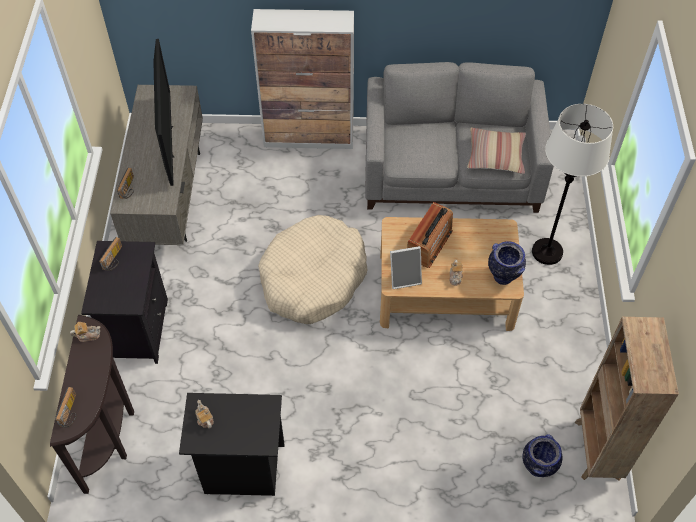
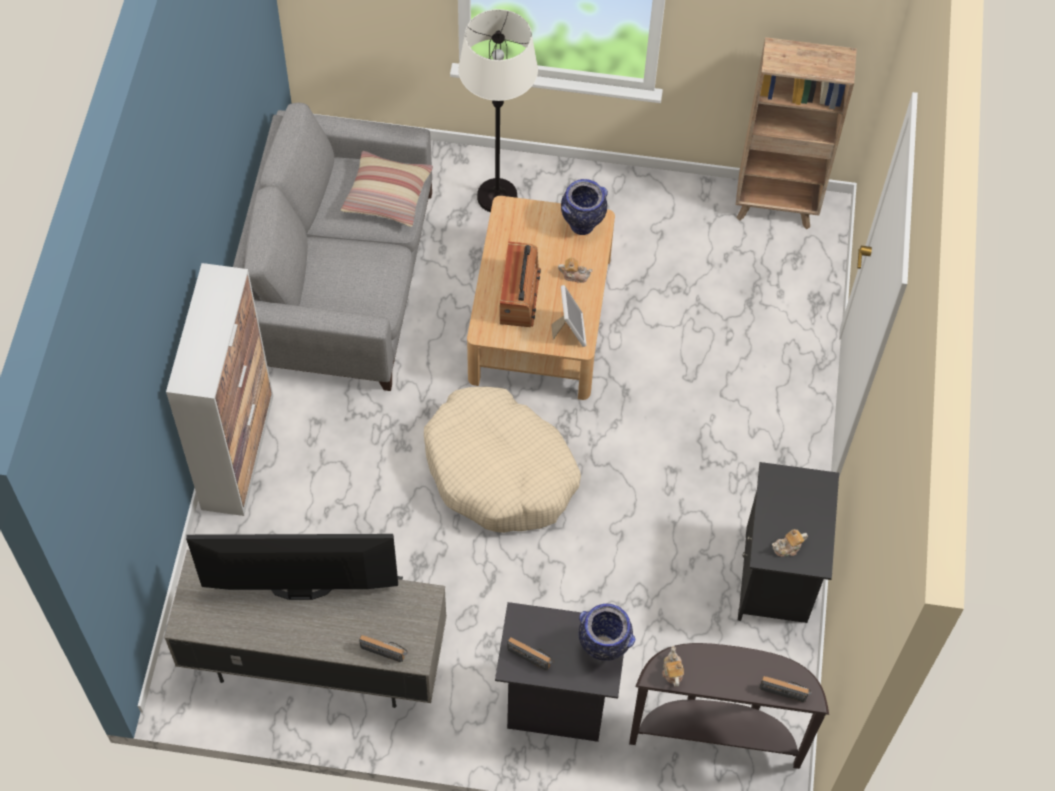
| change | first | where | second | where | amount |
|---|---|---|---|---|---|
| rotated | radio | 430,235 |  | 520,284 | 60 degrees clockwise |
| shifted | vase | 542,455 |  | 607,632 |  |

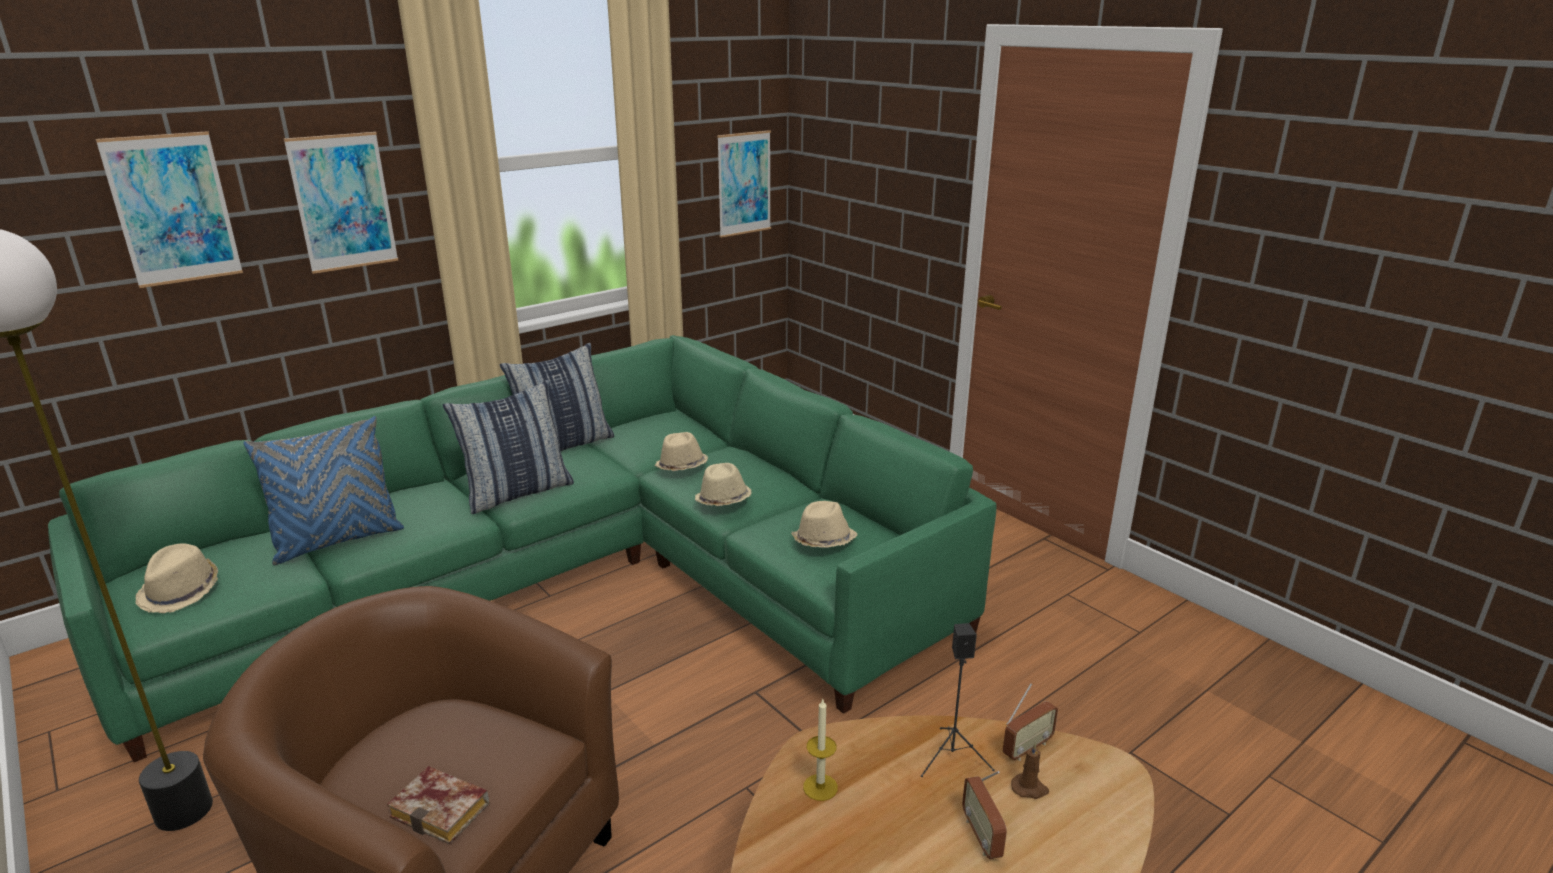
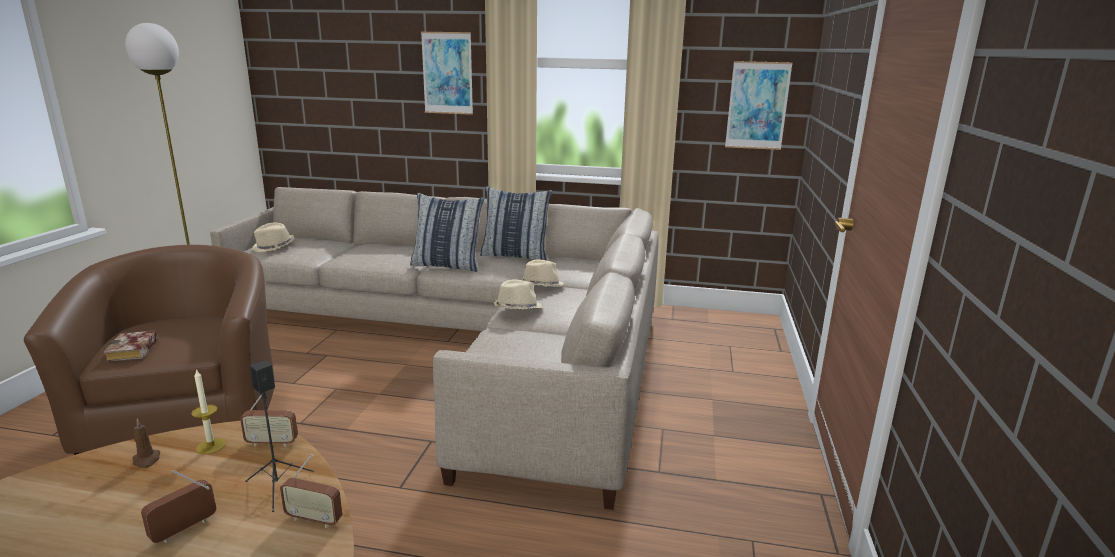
| change | first | where | second | where | amount |
|---|---|---|---|---|---|
| shifted | candle in brown | 1030,770 |  | 146,443 |  |
| repainted | sofa in green | 522,548 | sofa in beige | 434,348 |  |
| new |  |  | radio | 269,421 |  |
| gone | picture | 169,209 |  |  |  |
| gone | pillow in blue | 323,490 |  |  |  |
| gone | hat in beige | 824,524 |  |  |  |

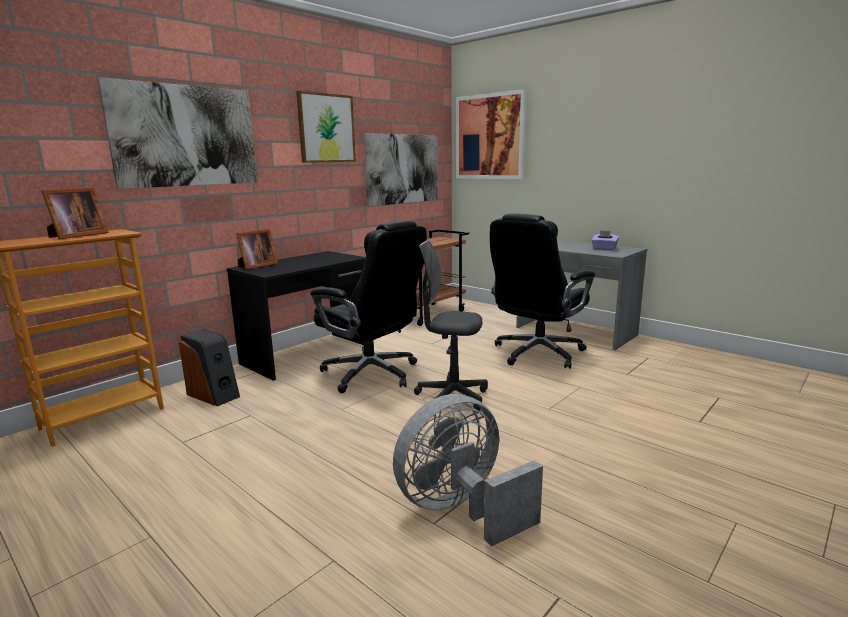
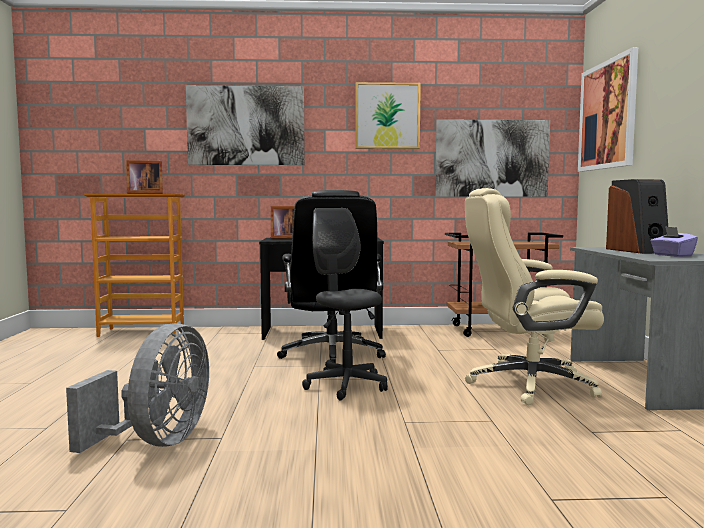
| change | first | where | second | where | amount |
|---|---|---|---|---|---|
| rotated | fan in grey | 468,470 |  | 137,388 | 90 degrees clockwise |
| repainted | office chair in black | 542,291 | office chair in beige | 534,296 |  |
| shifted | speaker | 209,368 |  | 637,216 |  |

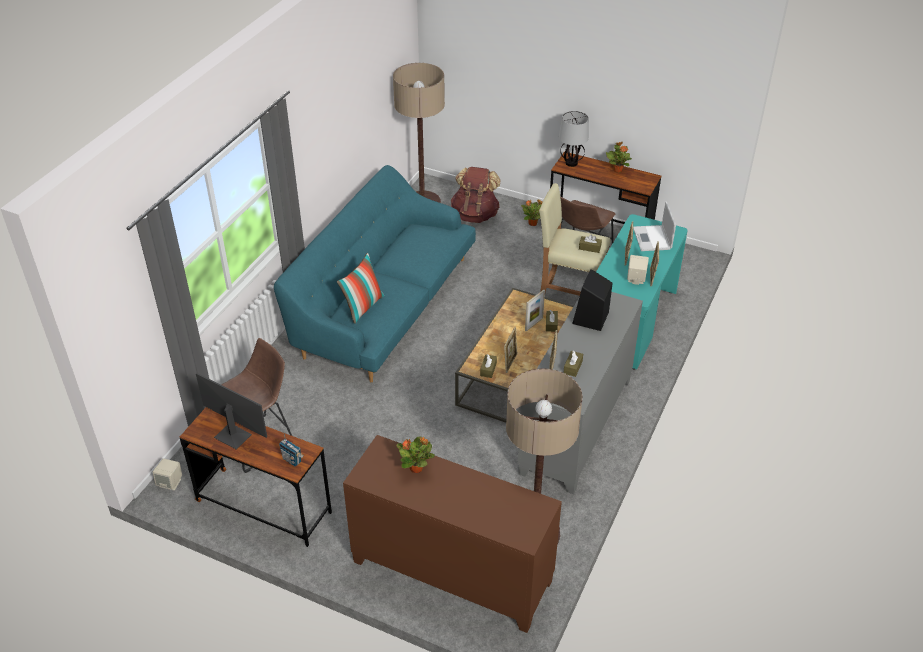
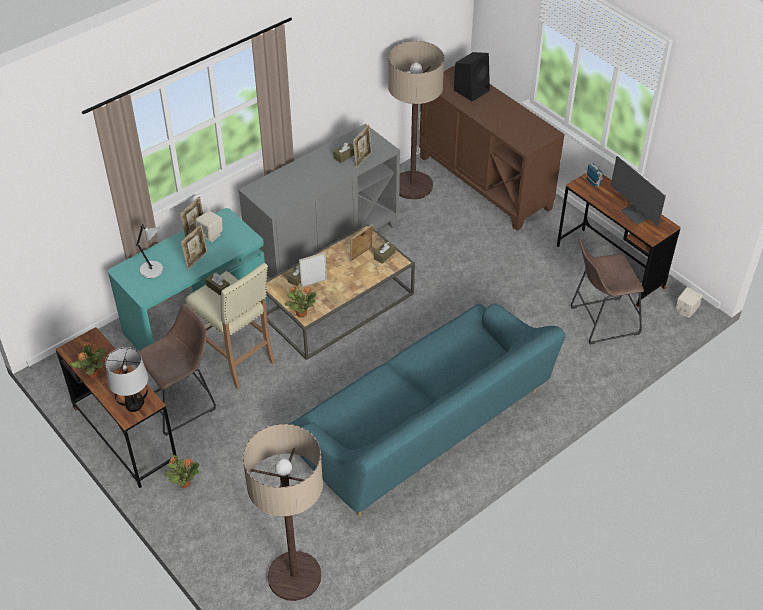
| change | first | where | second | where | amount |
|---|---|---|---|---|---|
| swapped | laptop | 654,226 | table lamp in grey | 149,251 |  |
| shifted | potted plant | 415,454 |  | 300,301 |  |
| shifted | speaker in black | 592,300 |  | 472,77 |  |
| gone | pillow | 360,288 |  |  |  |
| gone | backpack in brown | 475,195 |  |  |  |

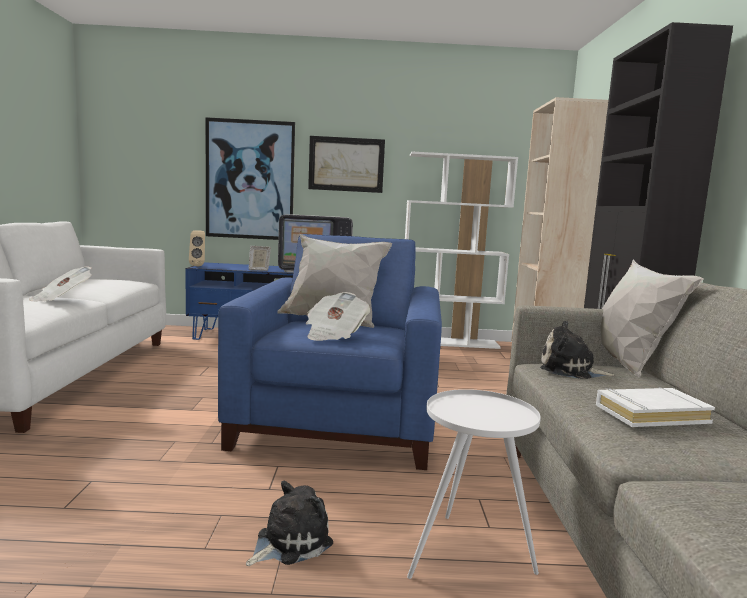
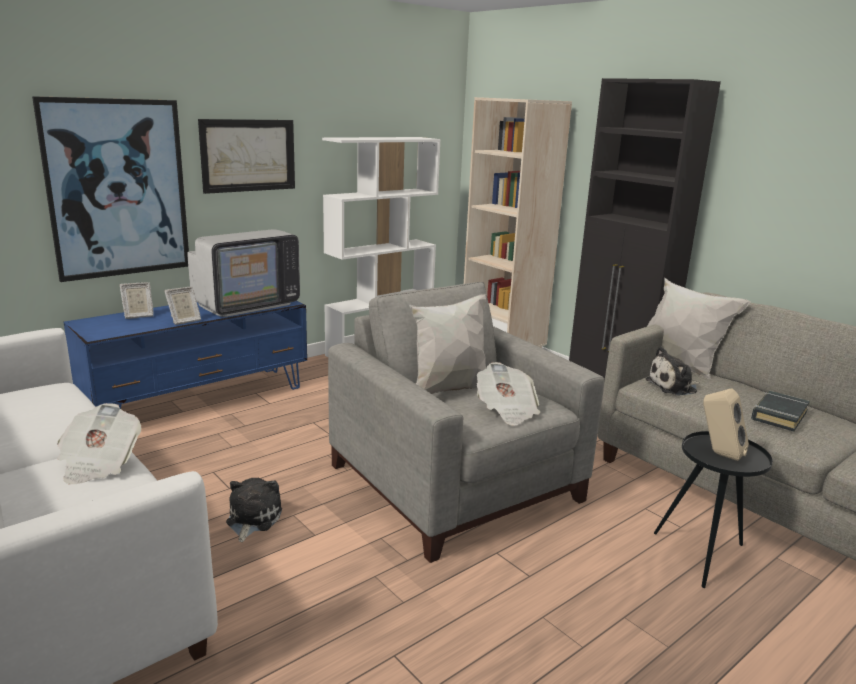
| change | first | where | second | where | amount |
|---|---|---|---|---|---|
| new |  |  | picture frame | 136,300 |  |
| shifted | plush toy | 289,523 |  | 254,510 |  |
| repainted | armchair in blue | 330,352 | armchair in grey | 466,422 |  |
| repainted | side table in white | 474,484 | side table in black | 713,509 |  |
| shifted | speaker in beige | 197,248 |  | 726,424 |  |
| repainted | book in white | 655,407 | book in black | 780,411 |  |

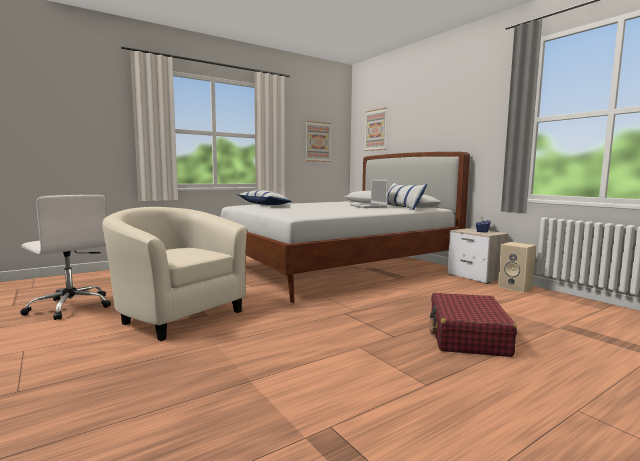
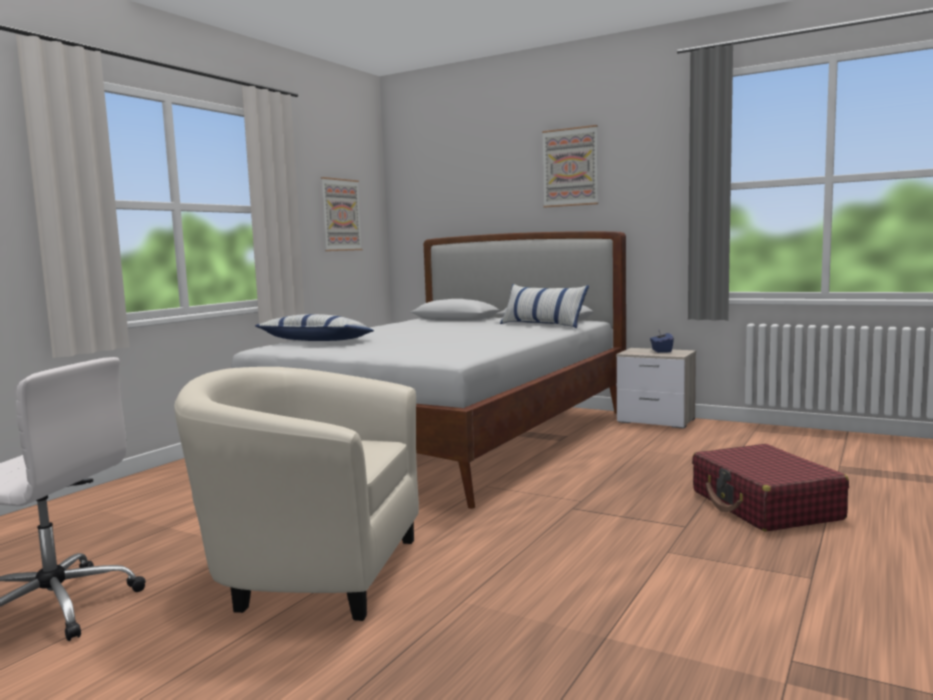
| change | first | where | second | where | amount |
|---|---|---|---|---|---|
| shifted | picture | 375,129 |  | 570,166 |  |
| gone | laptop | 369,193 |  |  |  |
| gone | speaker in beige | 517,267 |  |  |  |

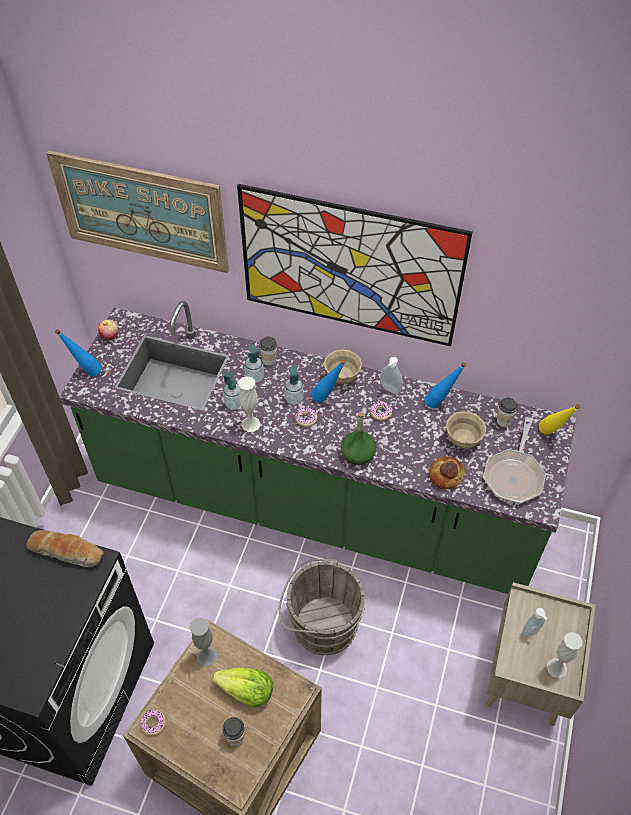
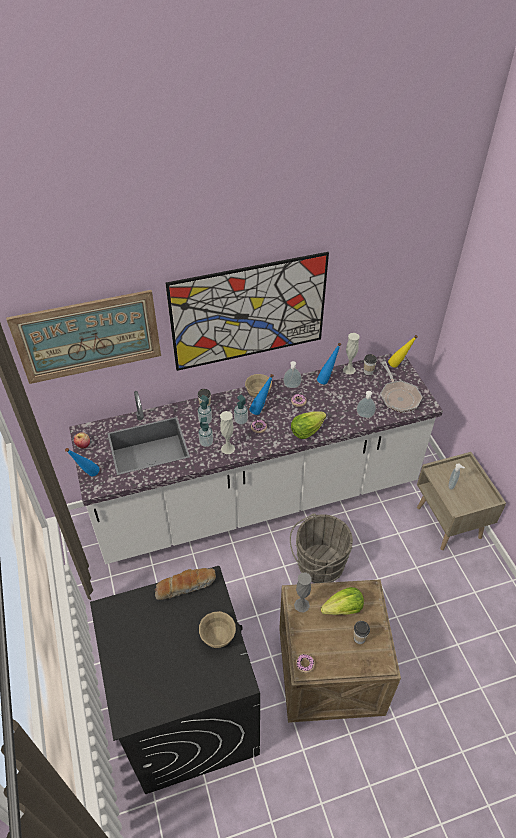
| change | first | where | second | where | amount |
|---|---|---|---|---|---|
| repainted | counter in green | 317,447 | counter in white | 256,458 |  |
| shifted | bowl in beige | 466,430 |  | 217,629 |  |
| swapped | bottle in green | 359,438 | lettuce | 308,425 |  |
| shifted | vase in white | 565,655 |  | 351,354 |  |
| swapped | bread | 447,472 | soap dispenser | 366,404 |  |

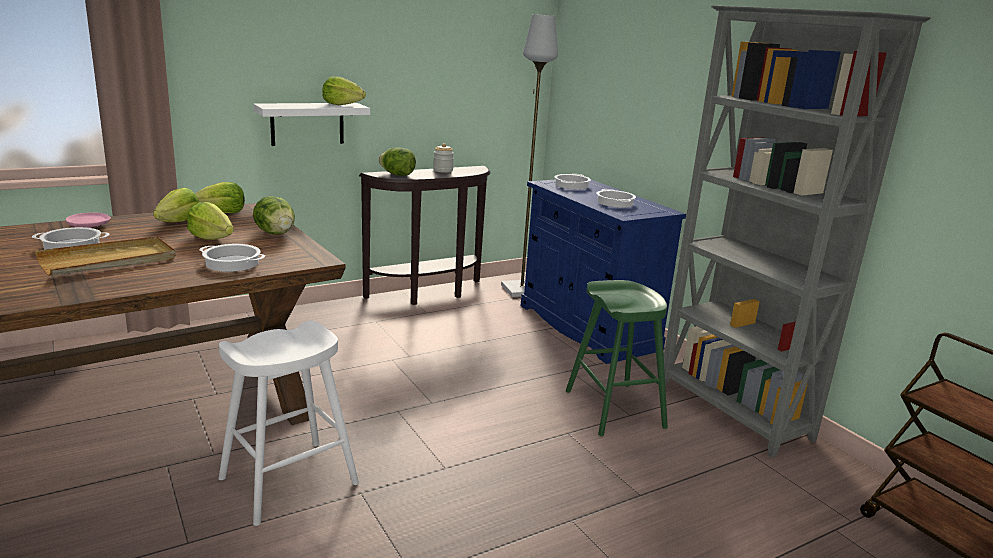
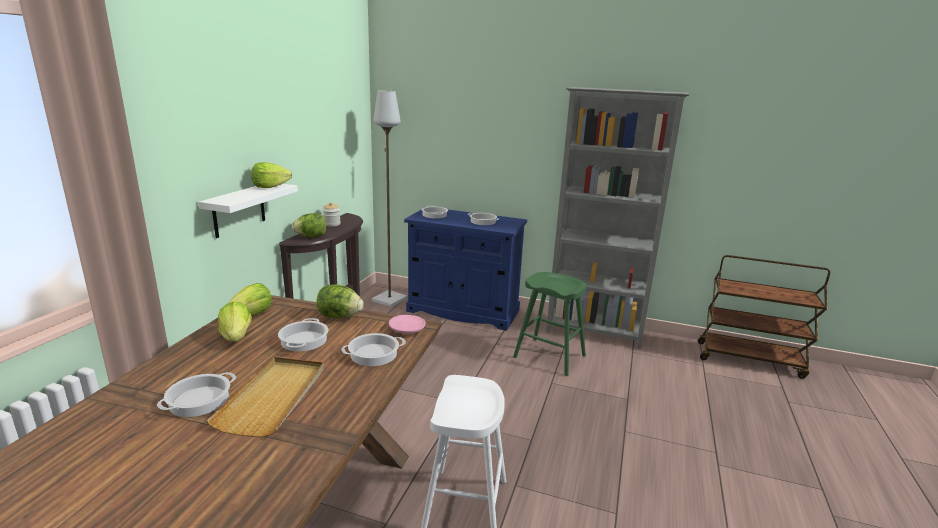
| change | first | where | second | where | amount |
|---|---|---|---|---|---|
| swapped | lettuce | 210,221 | cooking pot | 303,334 |  |
| shifted | plate in pink | 88,220 |  | 407,324 |  |

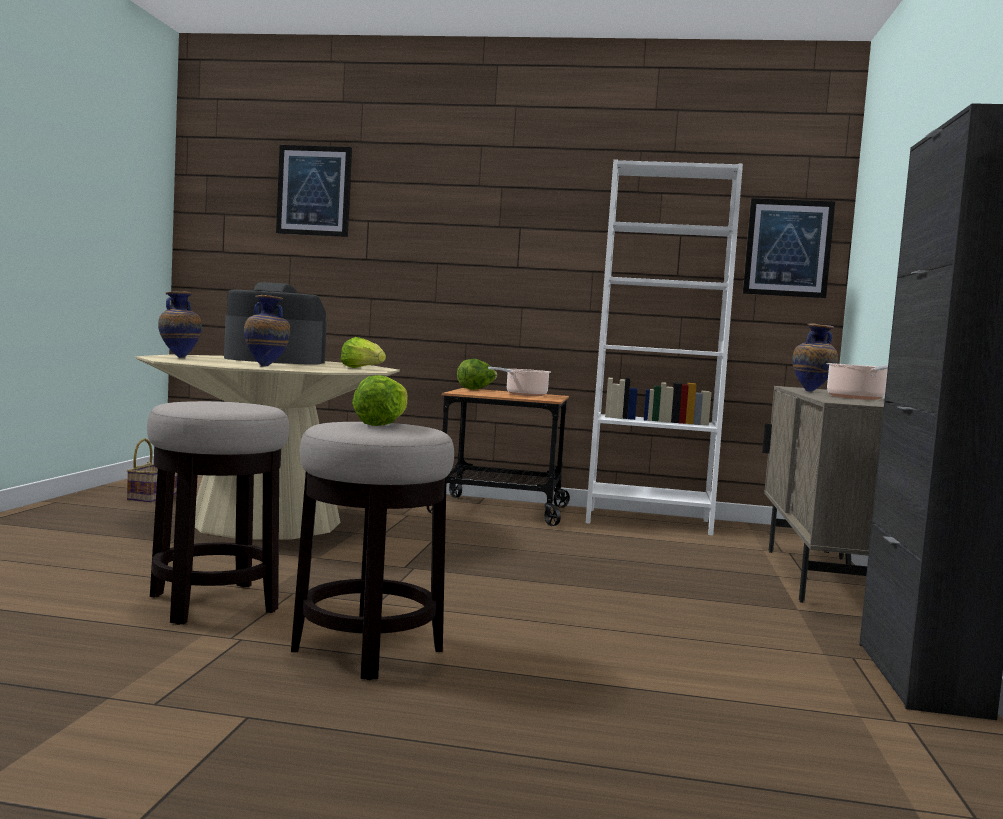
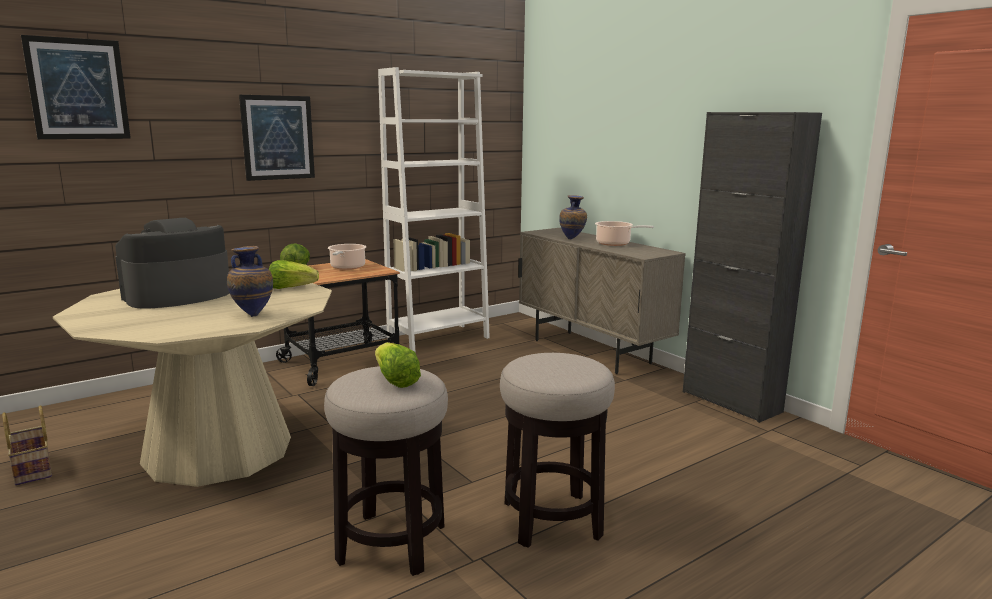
| change | first | where | second | where | amount |
|---|---|---|---|---|---|
| shifted | picture | 789,248 |  | 277,138 |  |
| shifted | lettuce | 380,400 |  | 398,365 |  |
| gone | vase | 180,324 |  |  |  |

